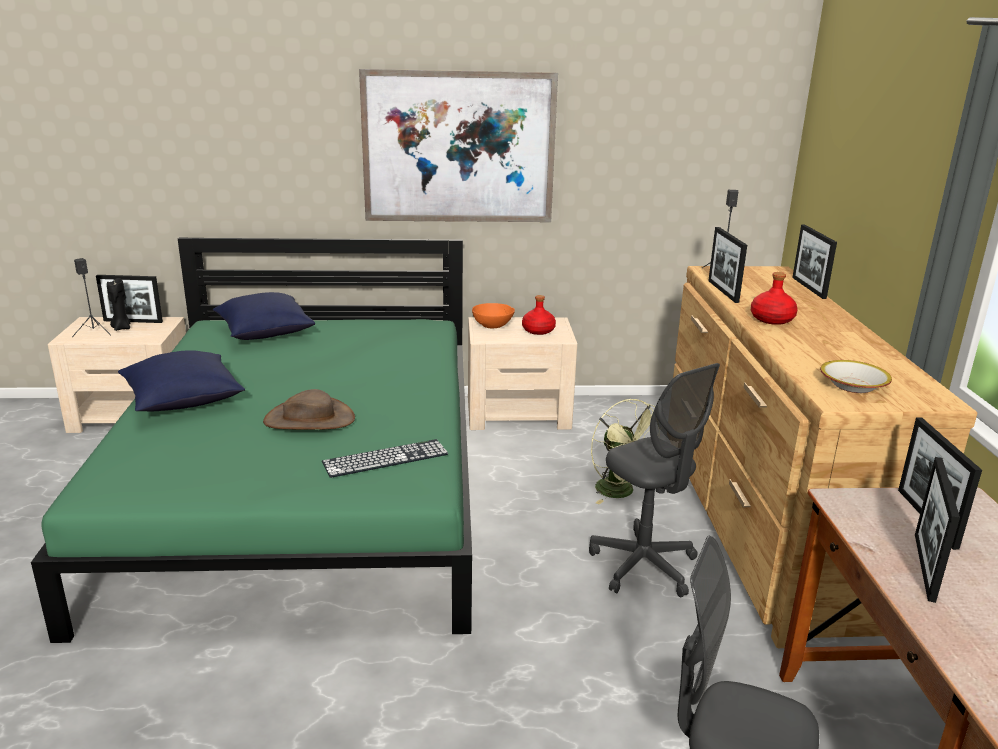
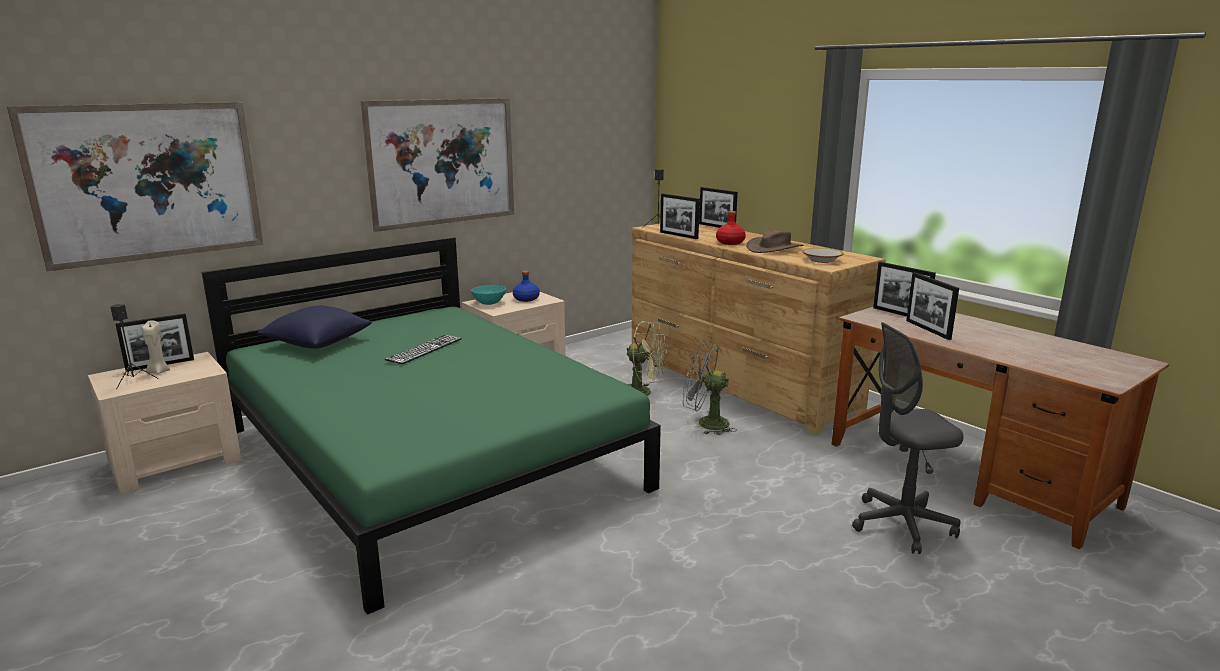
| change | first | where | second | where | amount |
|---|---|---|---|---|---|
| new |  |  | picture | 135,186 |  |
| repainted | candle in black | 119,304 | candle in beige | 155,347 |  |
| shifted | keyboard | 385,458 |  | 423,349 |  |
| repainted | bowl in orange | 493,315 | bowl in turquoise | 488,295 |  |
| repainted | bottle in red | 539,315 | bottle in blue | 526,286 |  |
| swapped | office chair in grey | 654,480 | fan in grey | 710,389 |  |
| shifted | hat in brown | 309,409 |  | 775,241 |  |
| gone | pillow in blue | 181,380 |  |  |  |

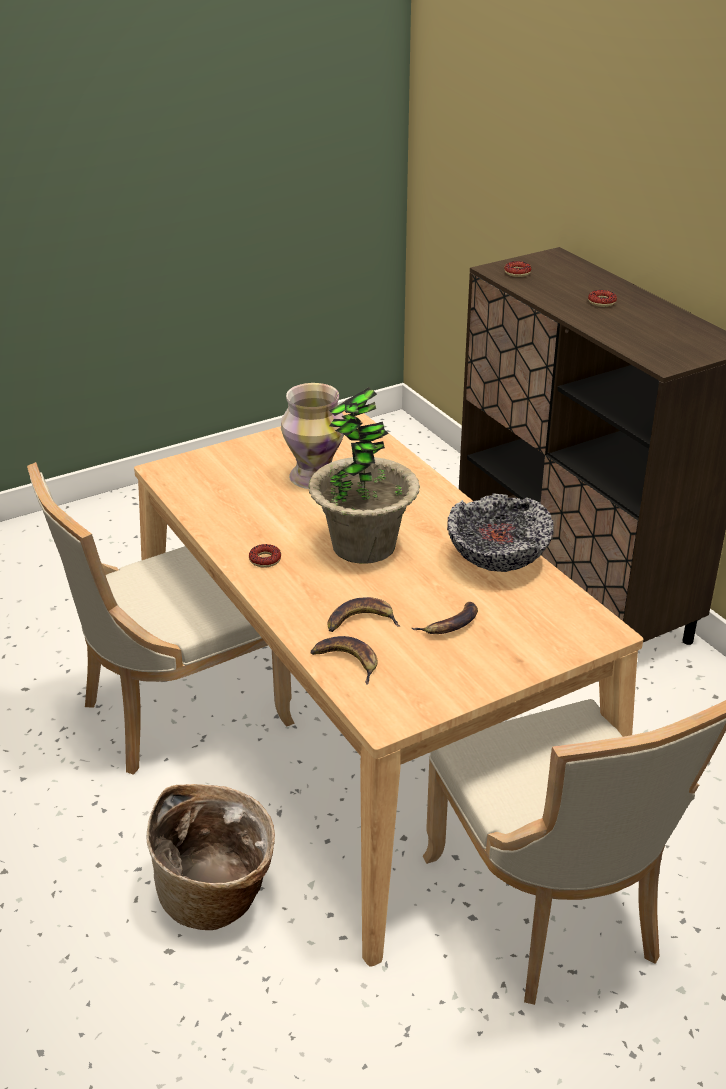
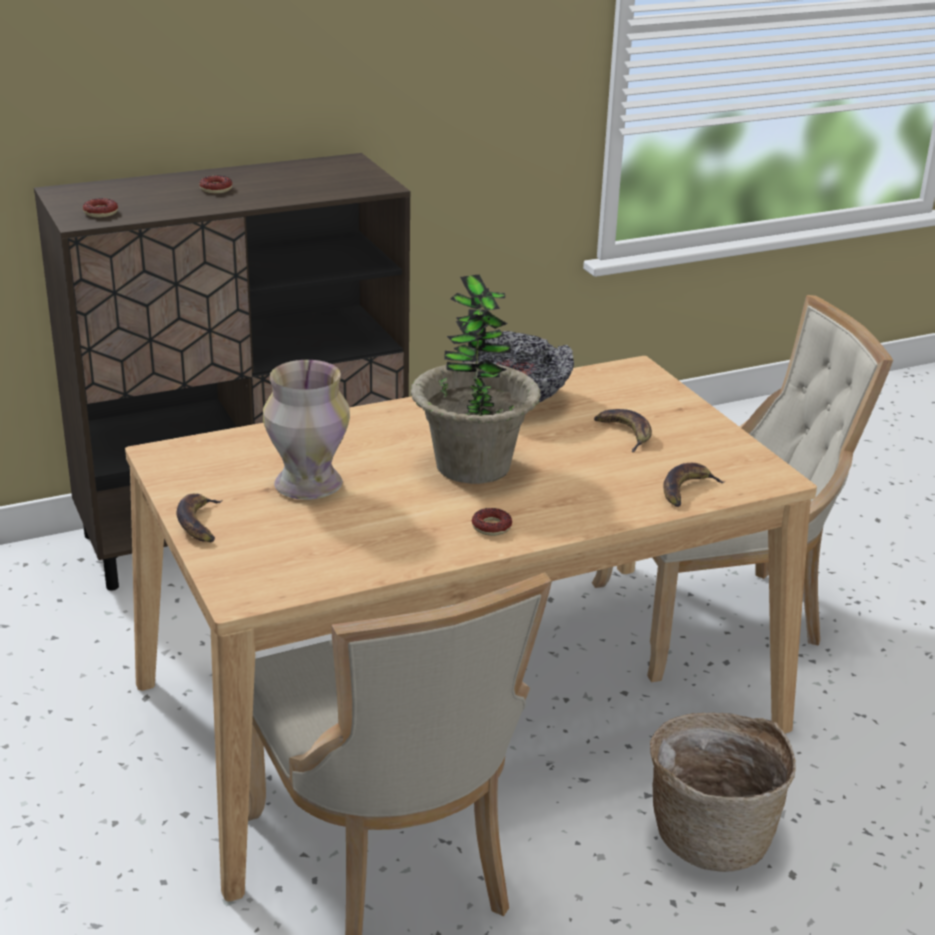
| change | first | where | second | where | amount |
|---|---|---|---|---|---|
| shifted | banana | 364,614 |  | 199,517 |  |

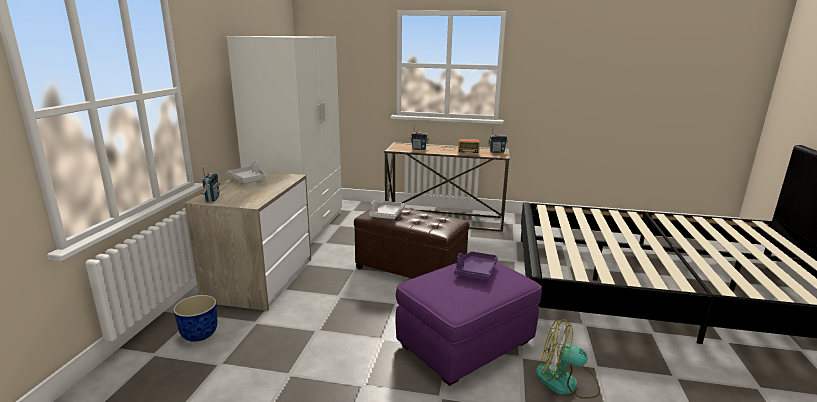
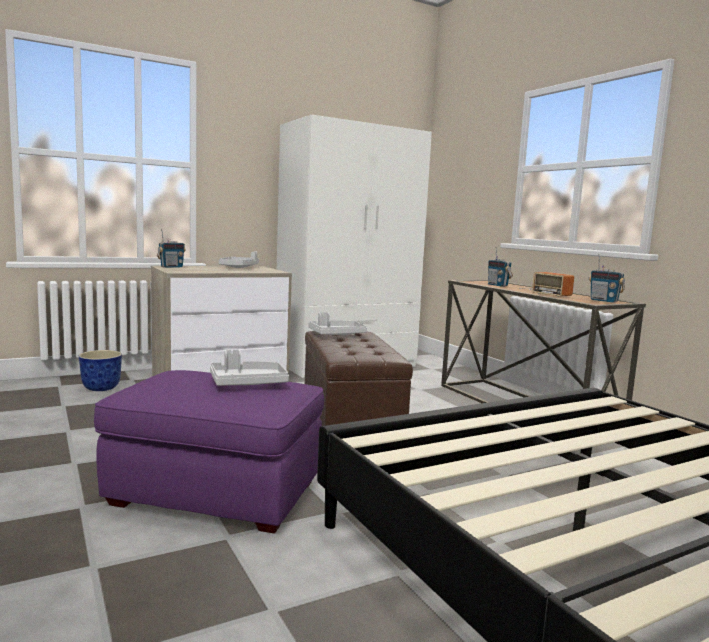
| change | first | where | second | where | amount |
|---|---|---|---|---|---|
| repainted | tray in purple | 476,265 | tray in grey | 249,368 |  |
| gone | fan | 568,359 |  |  |  |

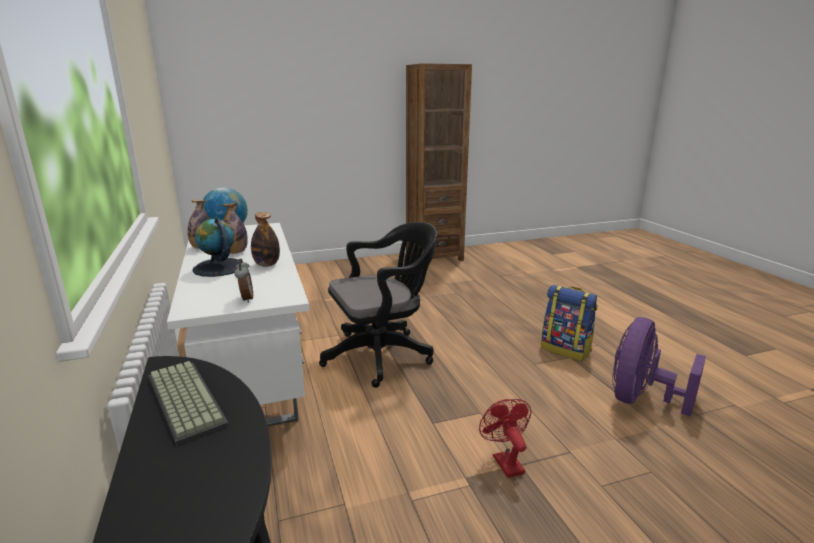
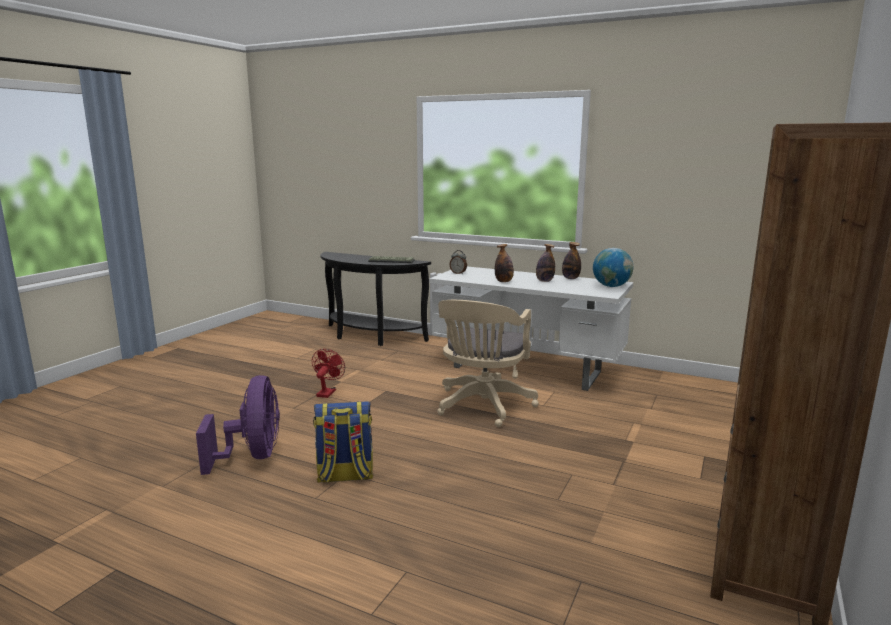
| change | first | where | second | where | amount |
|---|---|---|---|---|---|
| rotated | fan in red | 505,438 |  | 328,373 | 105 degrees counterclockwise |
| repainted | office chair in black | 378,305 | office chair in beige | 488,363 |  |
| gone | globe | 215,246 |  |  |  |

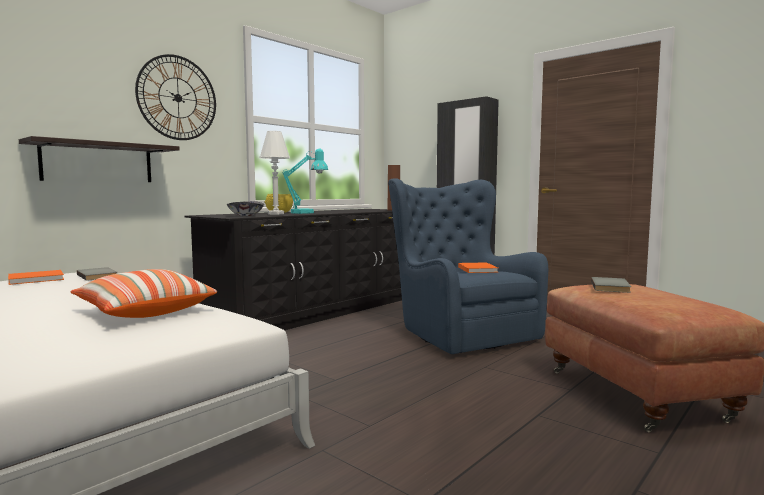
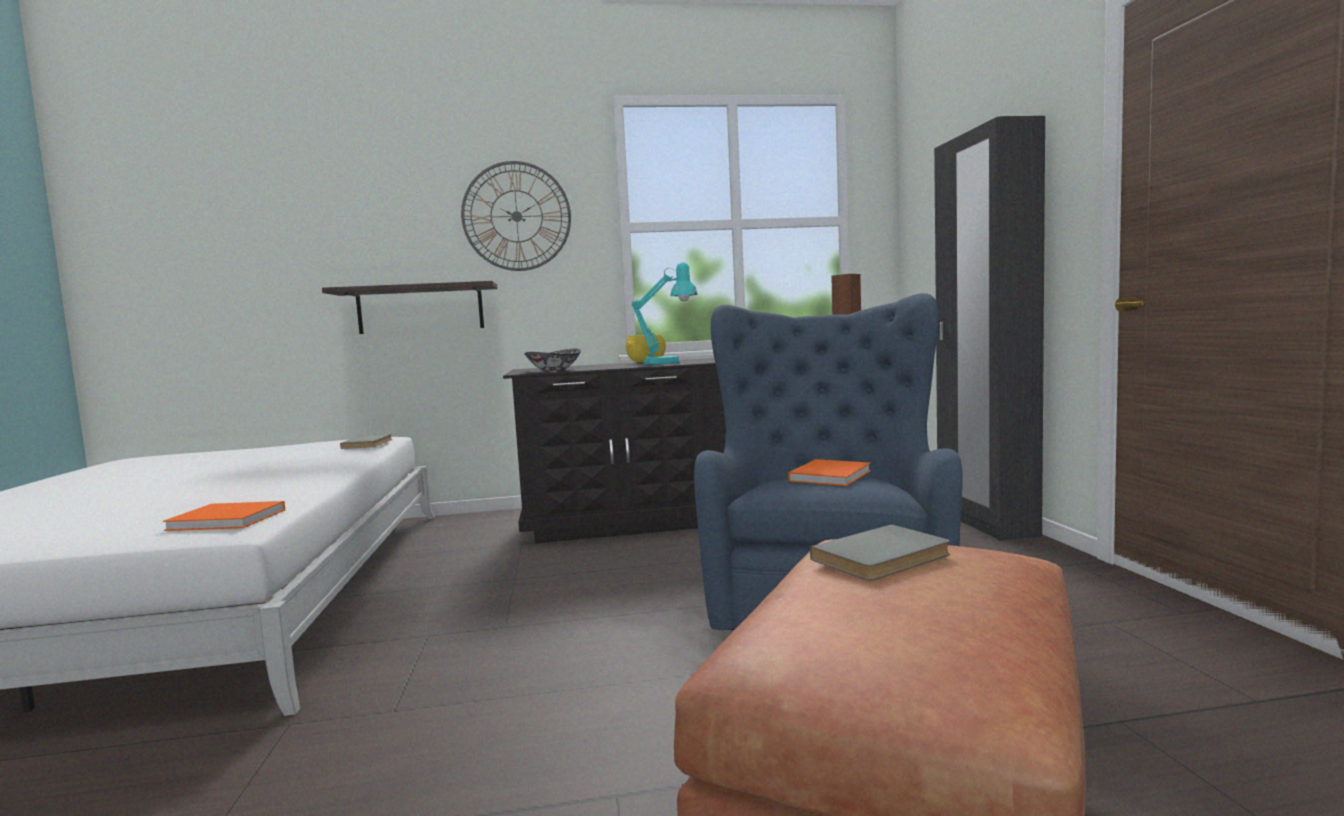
| change | first | where | second | where | amount |
|---|---|---|---|---|---|
| shifted | book in orange | 36,277 |  | 224,516 |  |
| gone | pillow | 143,293 |  |  |  |
| gone | table lamp in white | 274,173 |  |  |  |

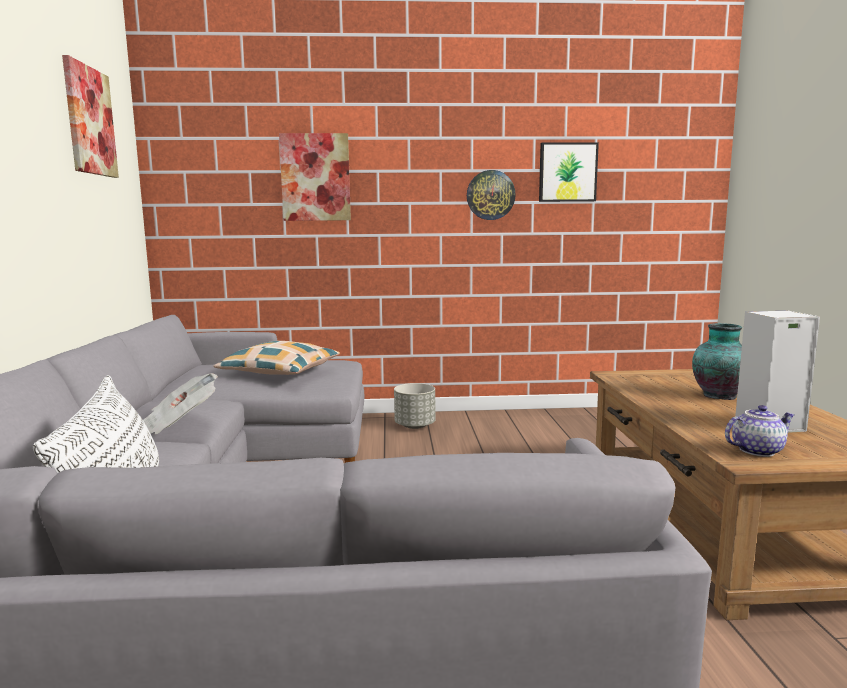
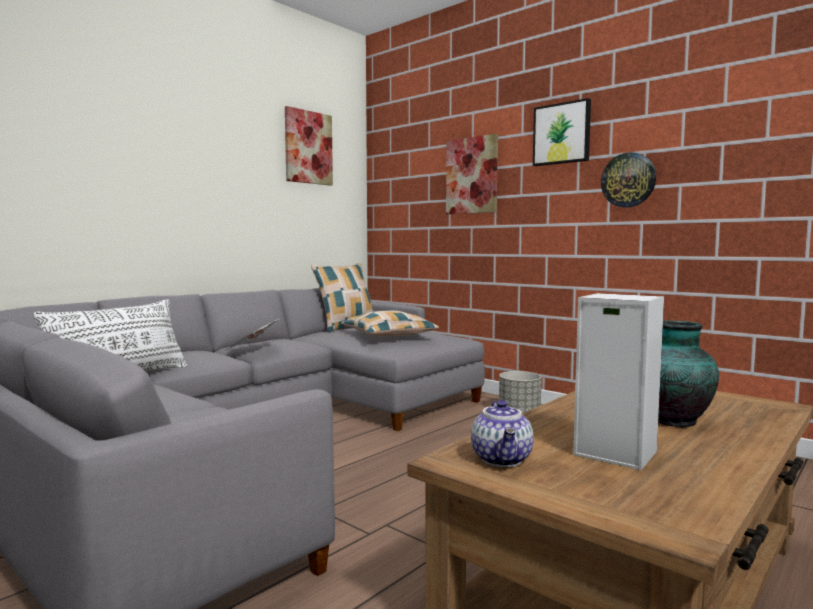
| change | first | where | second | where | amount |
|---|---|---|---|---|---|
| new |  |  | pillow | 342,298 |  |
| rotated | teapot | 759,431 |  | 502,433 | 60 degrees clockwise |
| shifted | picture | 569,172 |  | 562,132 |  |

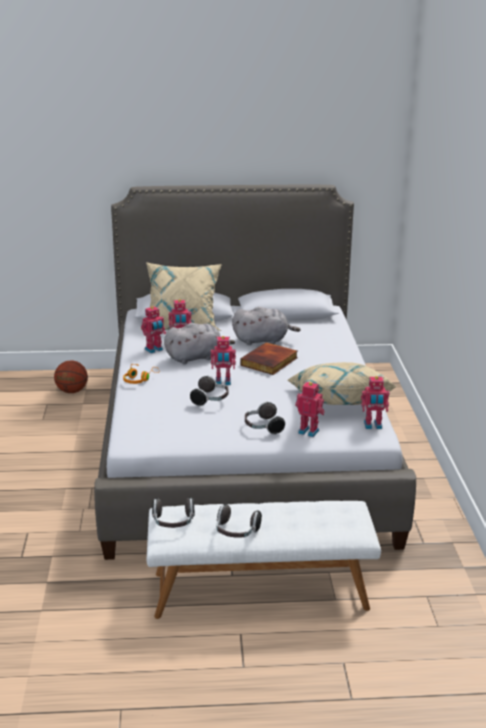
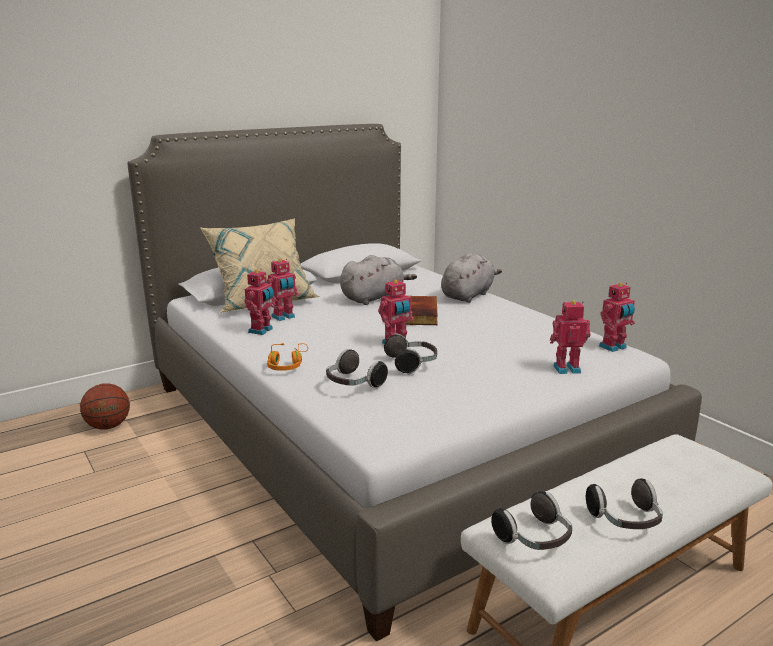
| change | first | where | second | where | amount |
|---|---|---|---|---|---|
| shifted | headphones | 265,418 |  | 357,368 |  |
| shifted | plush toy in grey | 199,343 |  | 471,278 |  |
| gone | pillow in beige | 342,383 |  |  |  |

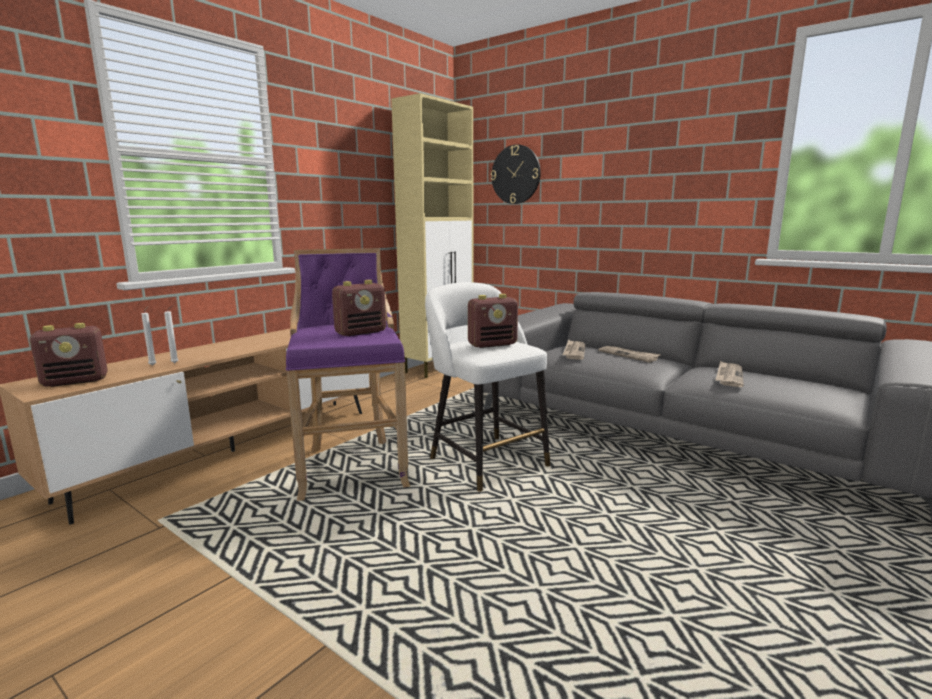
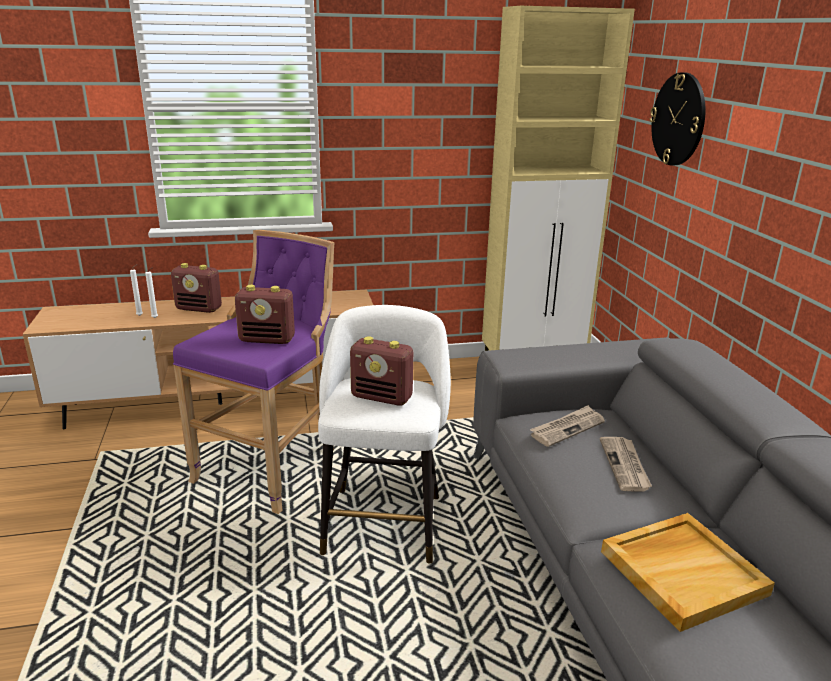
| change | first | where | second | where | amount |
|---|---|---|---|---|---|
| shifted | radio | 69,355 |  | 196,288 |  |
| swapped | newspaper | 730,374 | tray in beige | 688,572 |  |

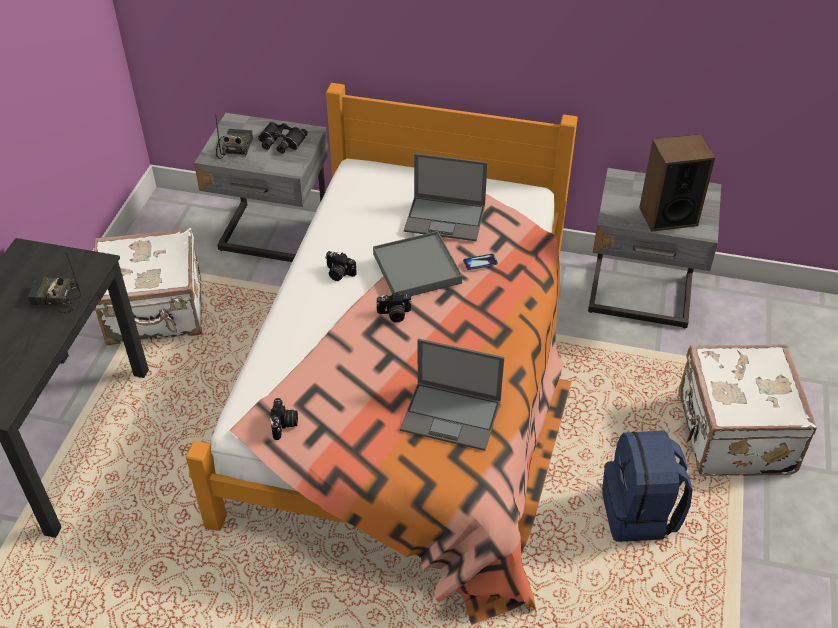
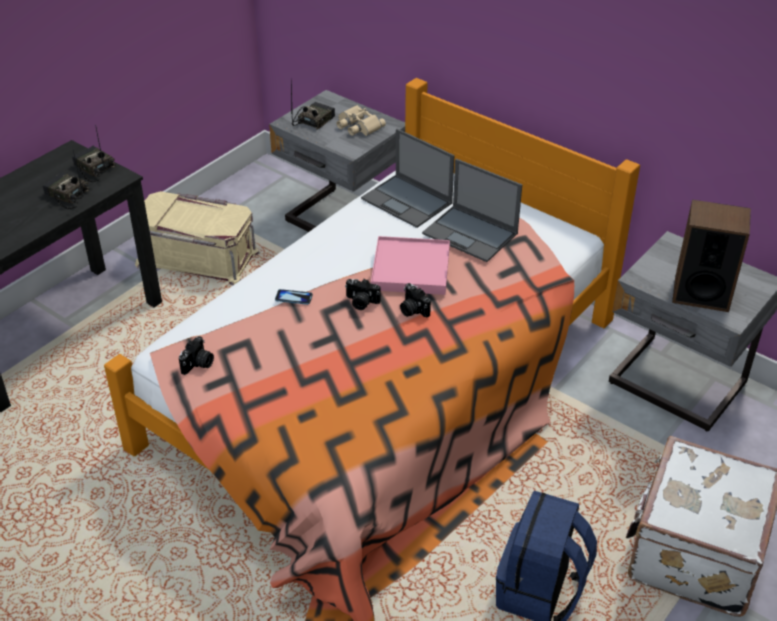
| change | first | where | second | where | amount |
|---|---|---|---|---|---|
| new |  |  | radio | 94,155 |  |
| swapped | suitcase in white | 147,286 | storage box in beige | 197,238 |  |
| shifted | phone | 480,262 |  | 294,297 |  |
| repainted | binoculars in black | 283,137 | binoculars in beige | 361,120 |  |
| shifted | laptop | 452,394 |  | 408,178 |  |
| repainted | tray in grey | 417,263 | tray in pink | 410,265 |  |
| shifted | photo camera | 341,266 |  | 415,300 |  |

